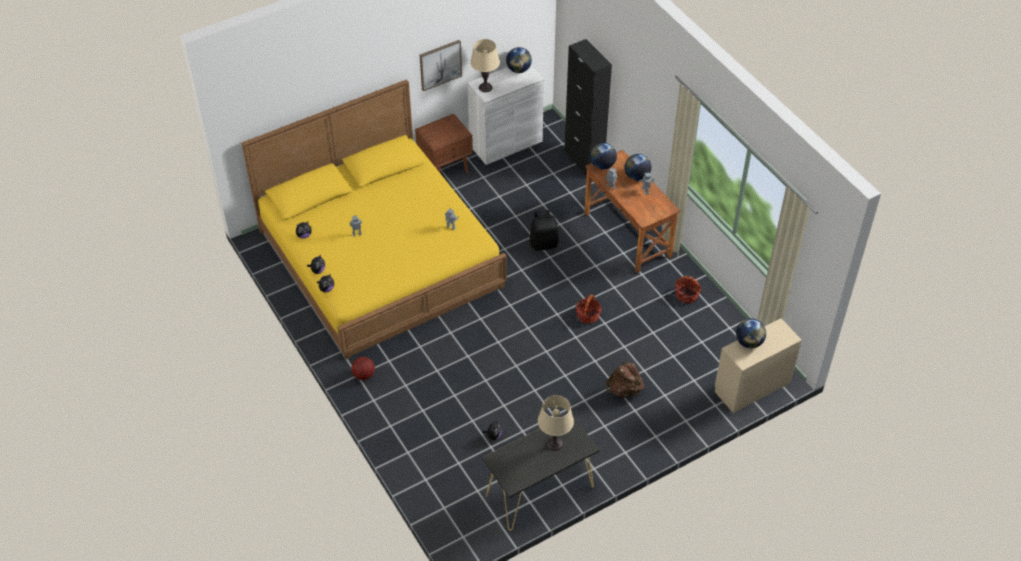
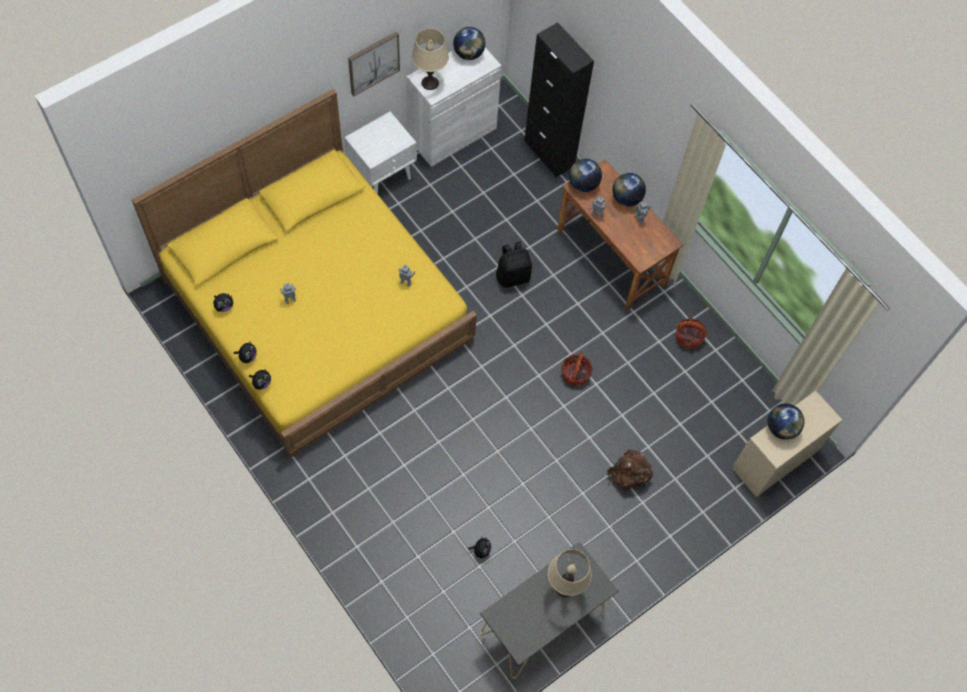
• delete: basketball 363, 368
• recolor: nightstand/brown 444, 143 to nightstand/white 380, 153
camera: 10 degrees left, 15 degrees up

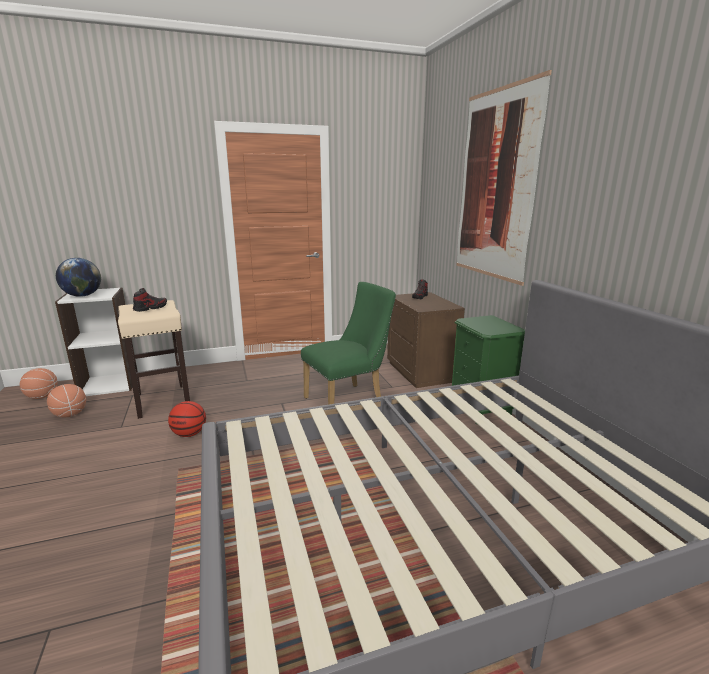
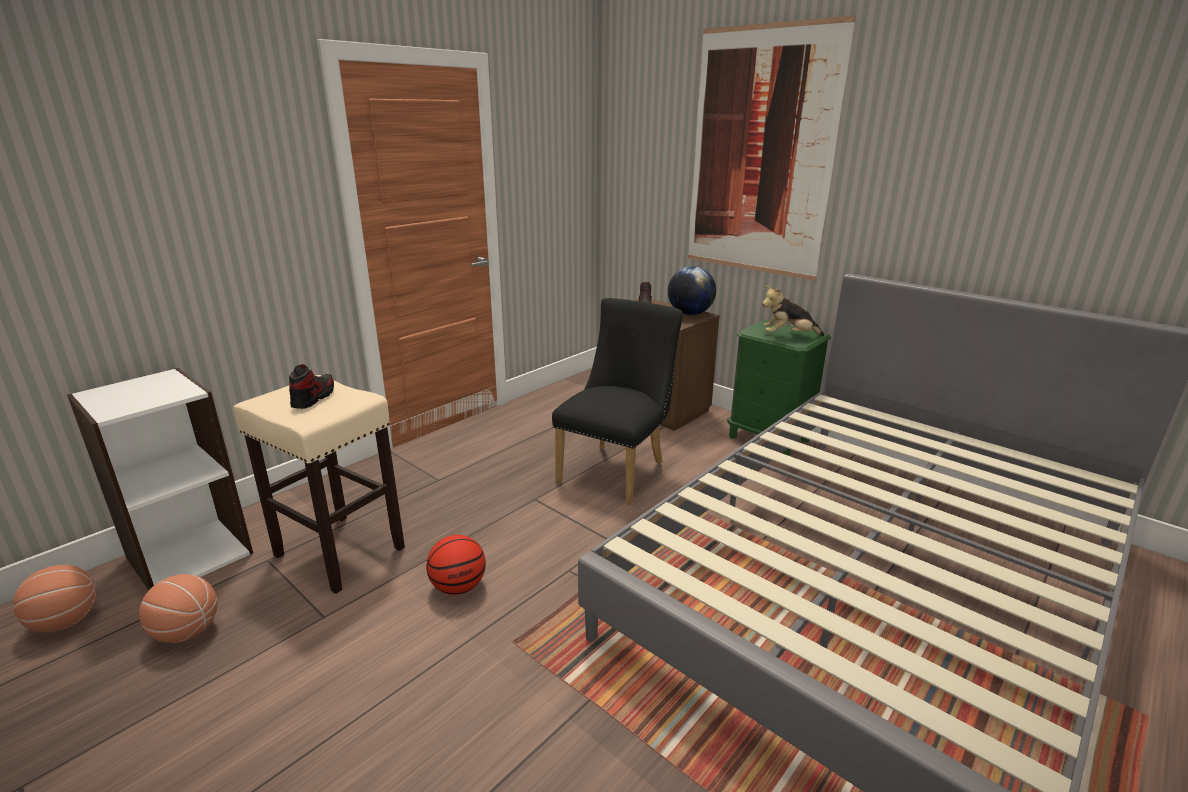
• move: globe 78, 277 to 692, 290
• recolor: chair/green 348, 343 to chair/black 617, 401
• insert: plush toy 793, 311
camera: 30 degrees left, 5 degrees up

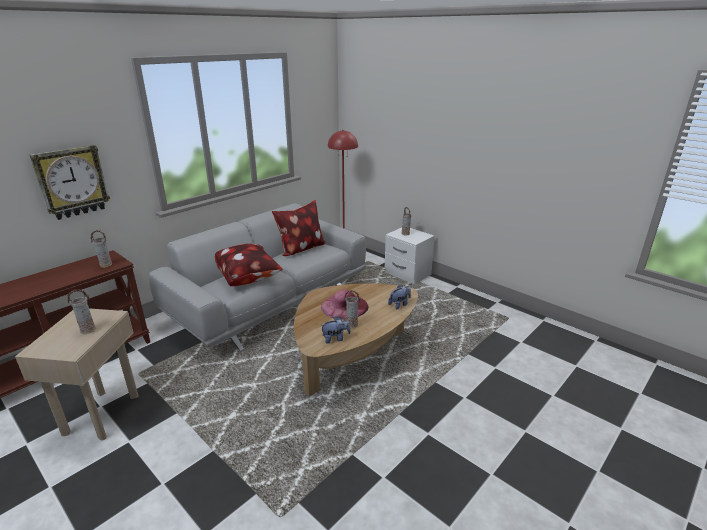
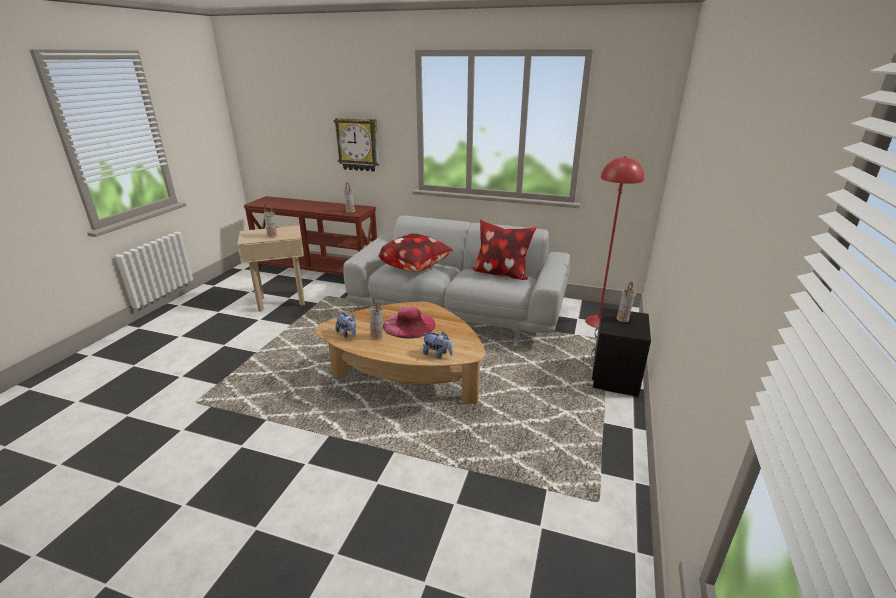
• recolor: nightstand/white 410, 255 to nightstand/black 621, 352
camera: 65 degrees right, 0 degrees up

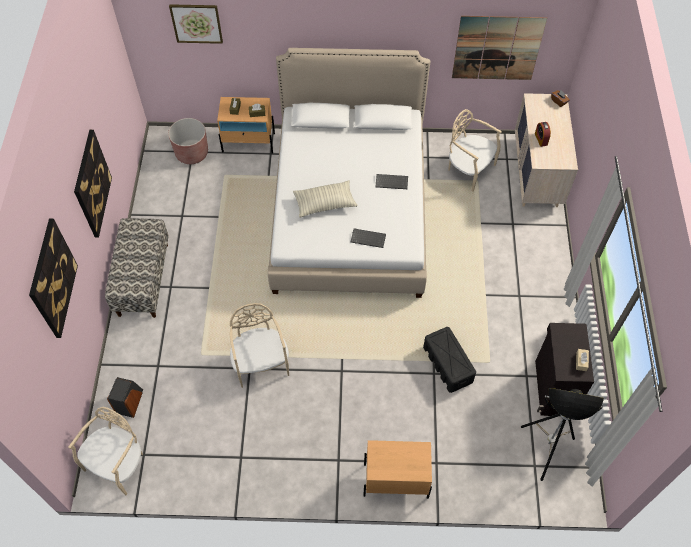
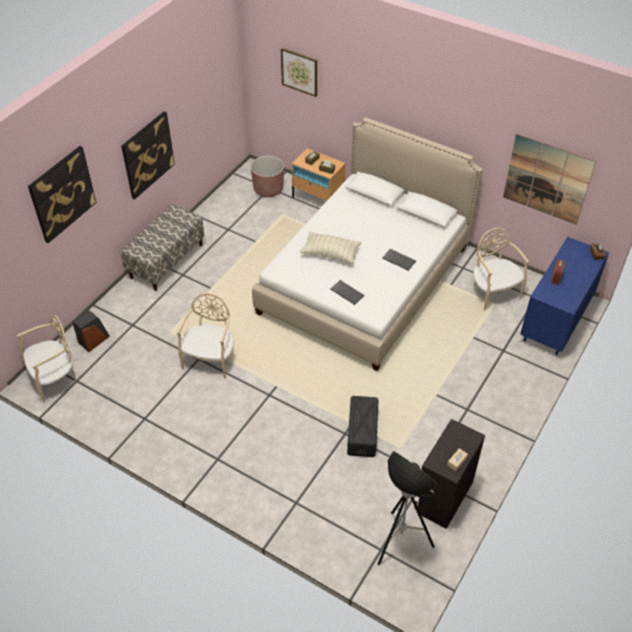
• delete: nightstand/beige 397, 469
• recolor: dresser/beige 546, 150 to dresser/blue 564, 296
camera: 30 degrees right, 10 degrees down

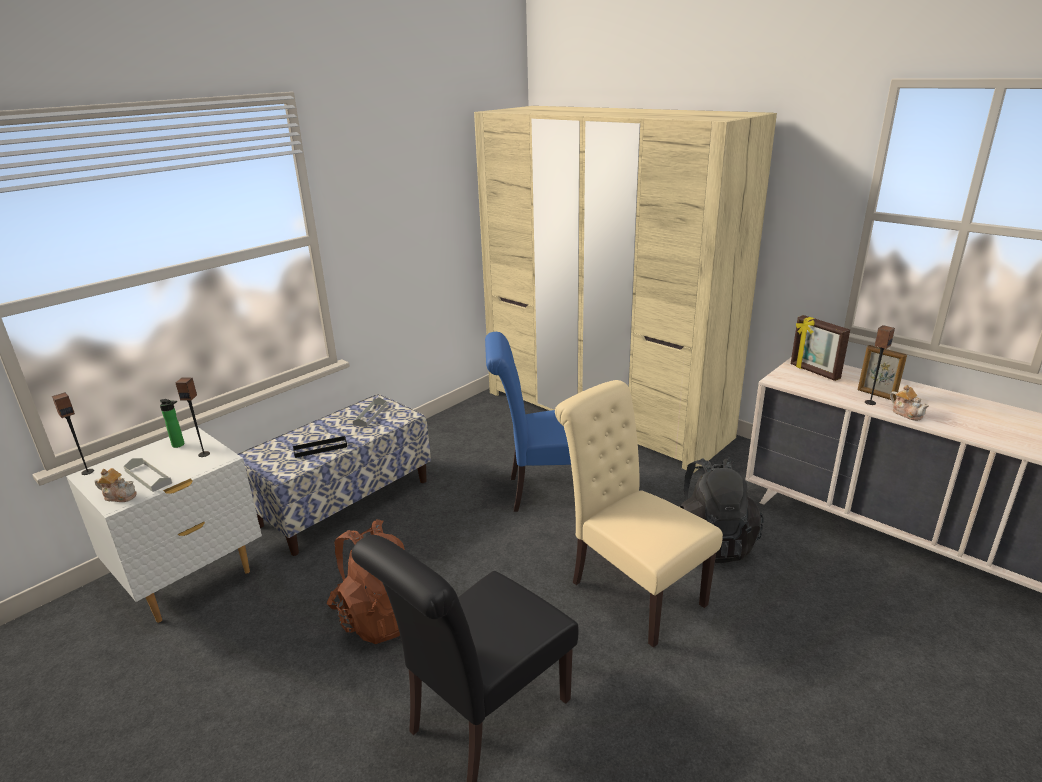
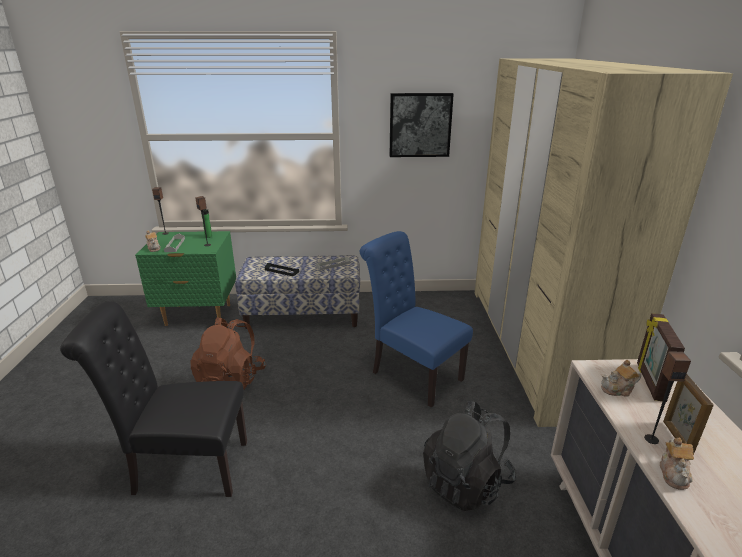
• recolor: nightstand/white 164, 525 to nightstand/green 185, 278
• delete: chair/beige 639, 514
• insert: picture 422, 125
• insert: teapot 621, 378
camera: 45 degrees right, 0 degrees up

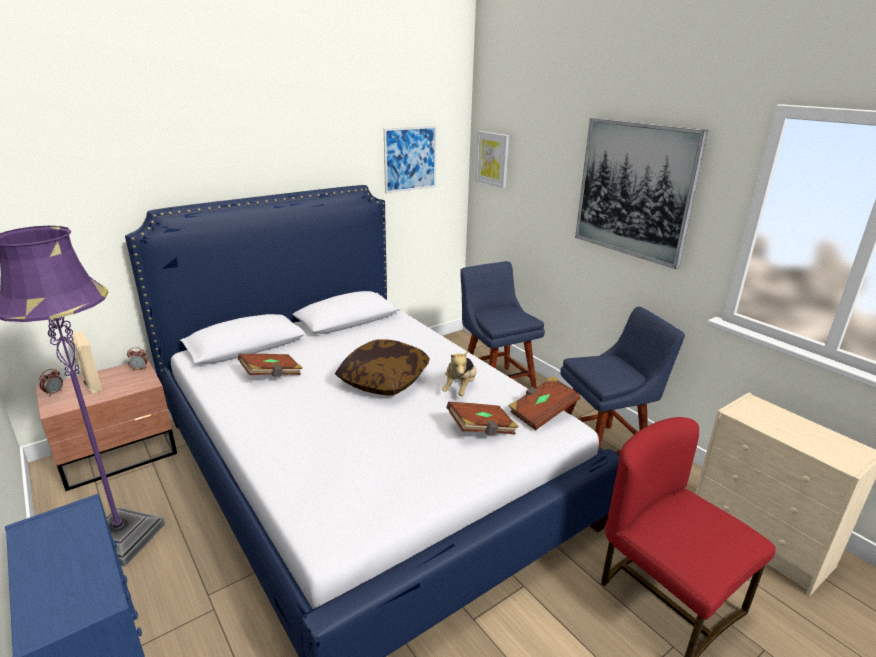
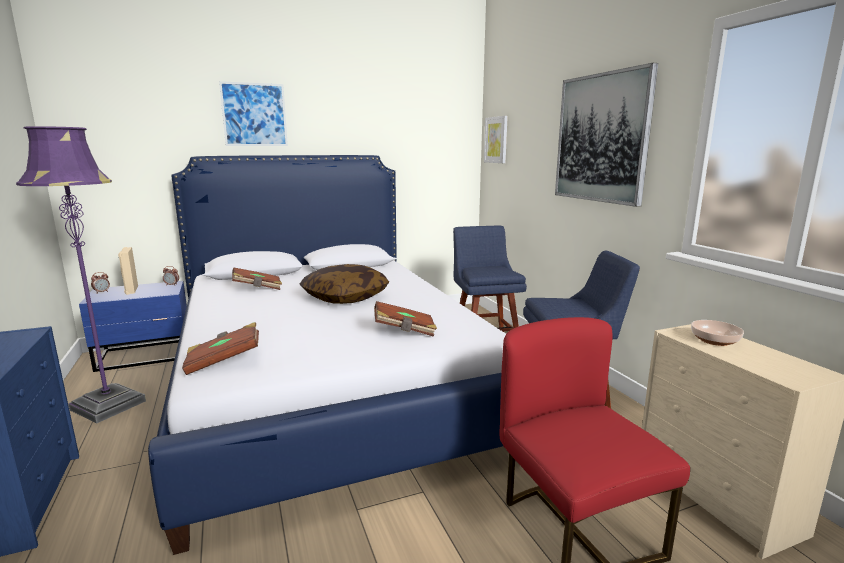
• recolor: nightstand/brown 106, 425 to nightstand/blue 133, 326
• move: picture 410, 159 to 253, 113
• delete: plush toy 459, 373
• move: book/brown 544, 403 to 220, 348
• insert: bowl 717, 333
camera: 15 degrees right, 10 degrees down

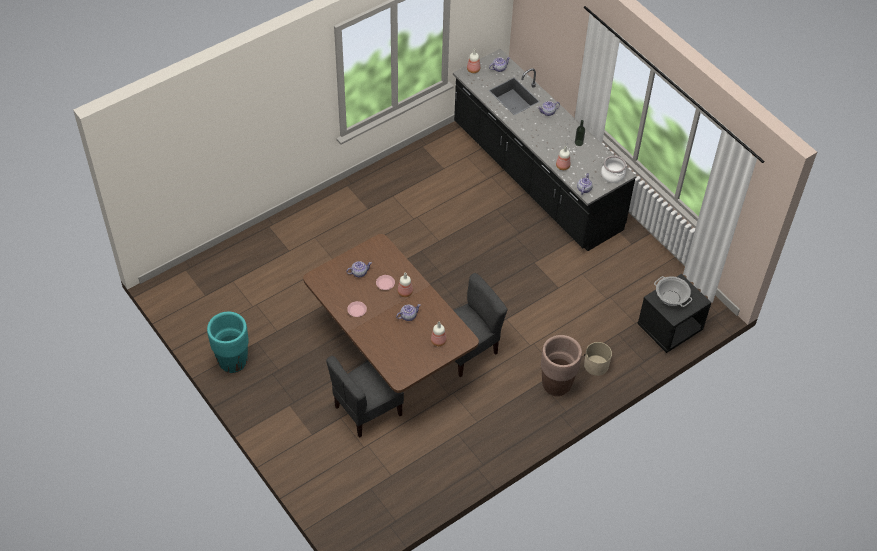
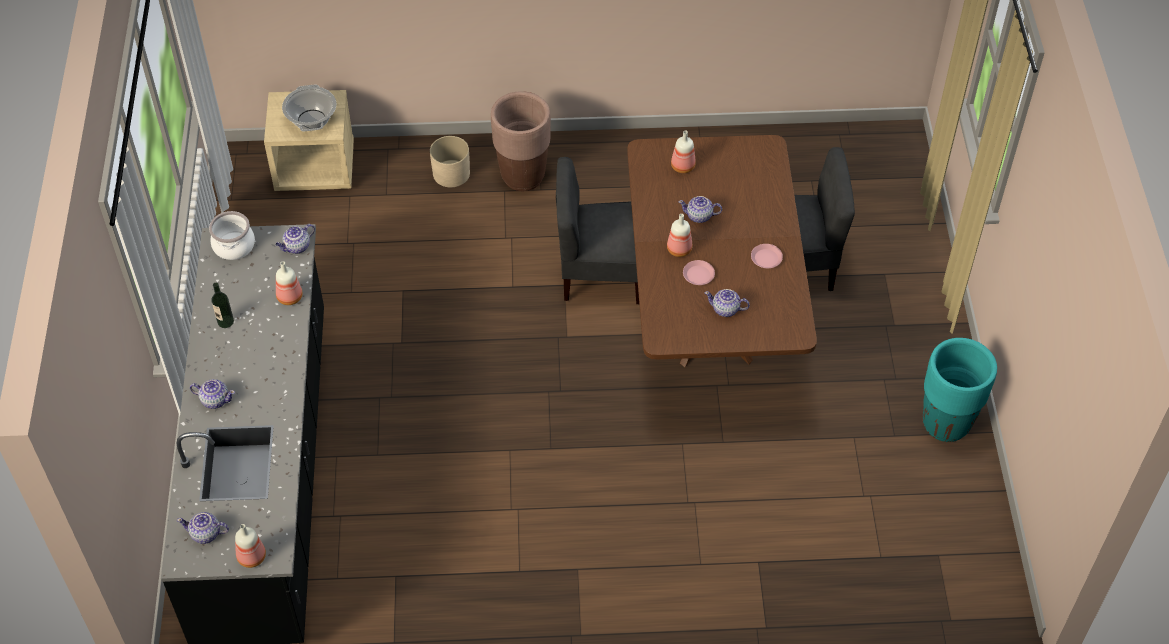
• recolor: nightstand/black 674, 313 to nightstand/beige 309, 140
camera: 145 degrees left, 0 degrees up

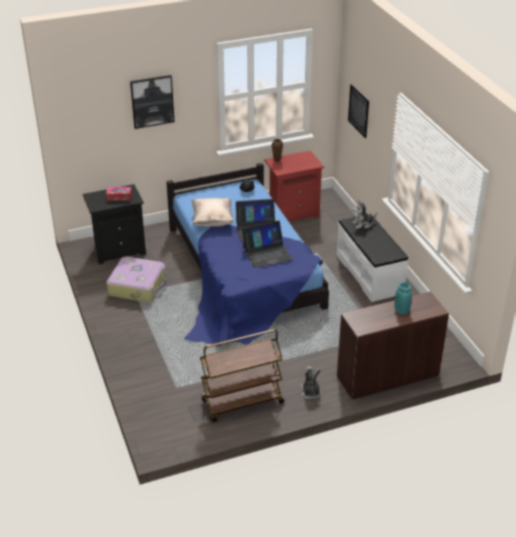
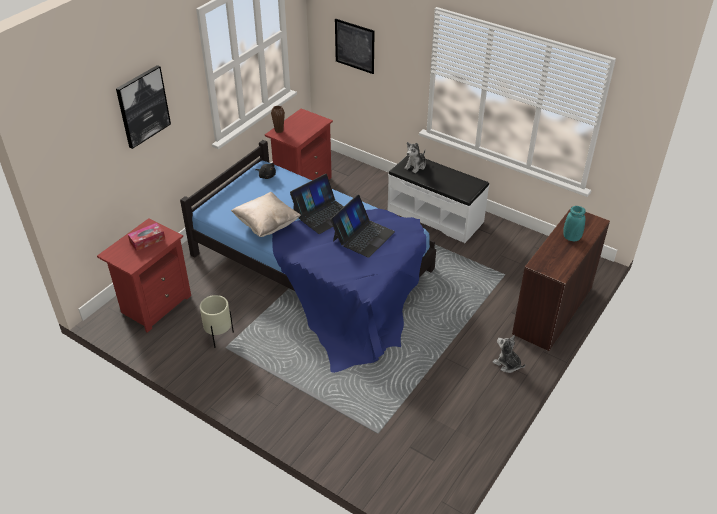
• recolor: nightstand/black 114, 224 to nightstand/red 144, 275
• replace: suitcase 136, 279 to planter/beige 217, 321
• delete: cart/brown 242, 375
camera: 35 degrees left, 5 degrees up

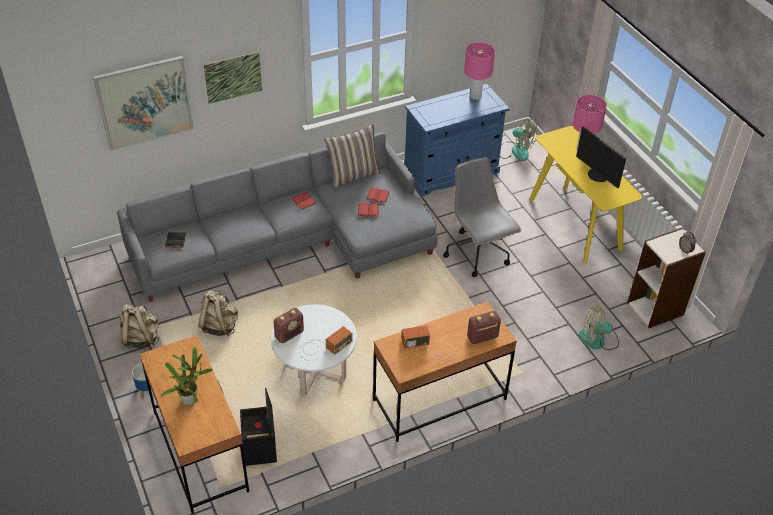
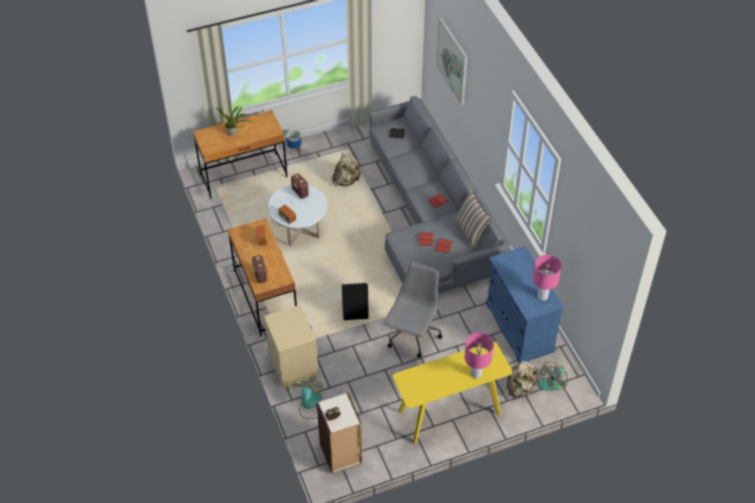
• move: backpack/beige 139, 326 to 522, 379
• delete: picture 233, 78
• move: storage box/black 258, 427 to 355, 301
• rotate: office chair/grey 482, 217 = 412, 310 45 degrees counterclockwise
• delete: monitor 601, 158
• insert: nightstand/beige 291, 346
camera: 95 degrees right, 5 degrees up

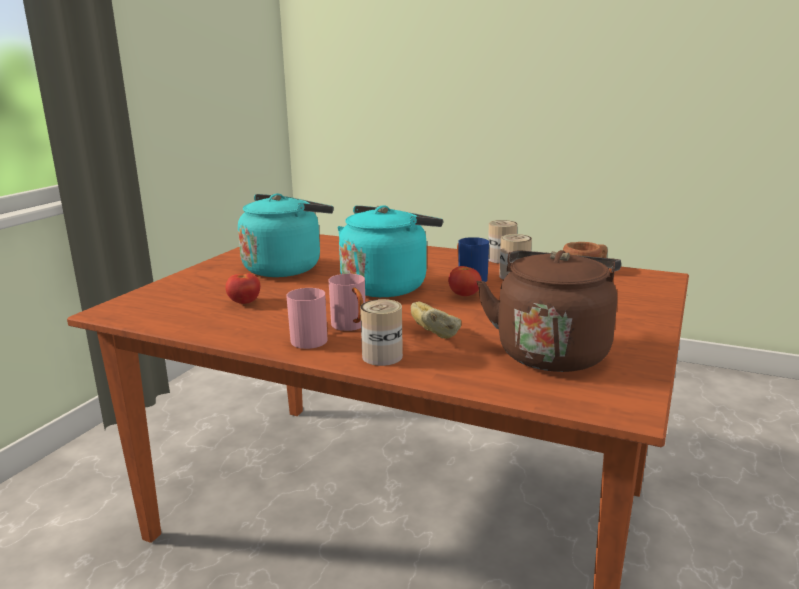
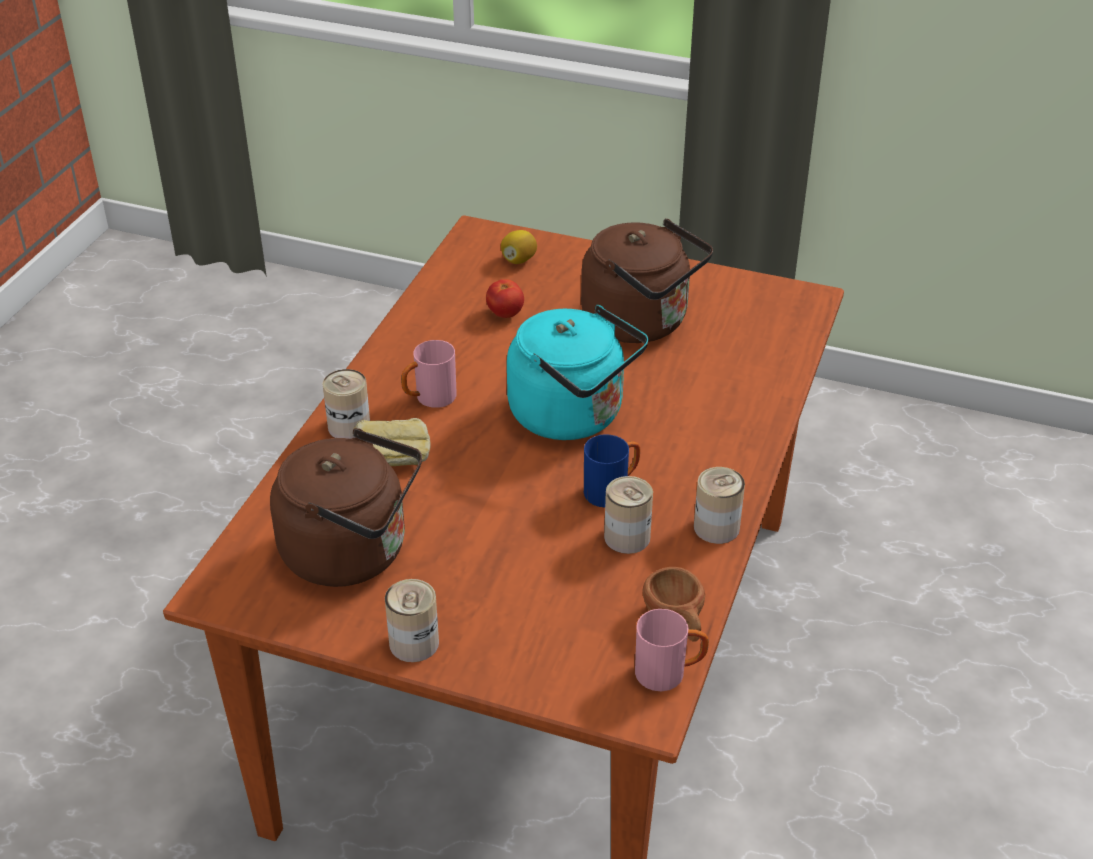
• recolor: kettle/turquoise 285, 235 to kettle/brown 647, 281
• move: mug/pink 307, 318 to 672, 650
• delete: tomato 465, 281
• insert: can 412, 620
• insert: lemon 519, 247
camera: 85 degrees right, 20 degrees up

